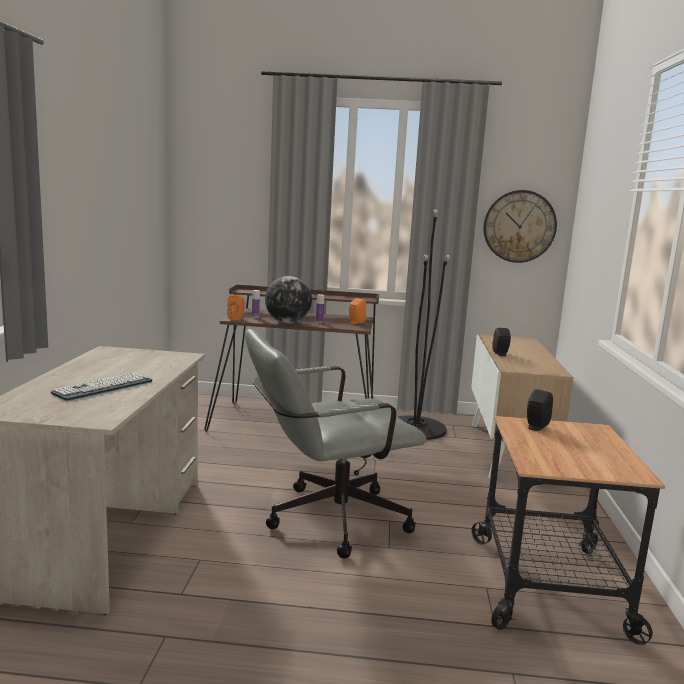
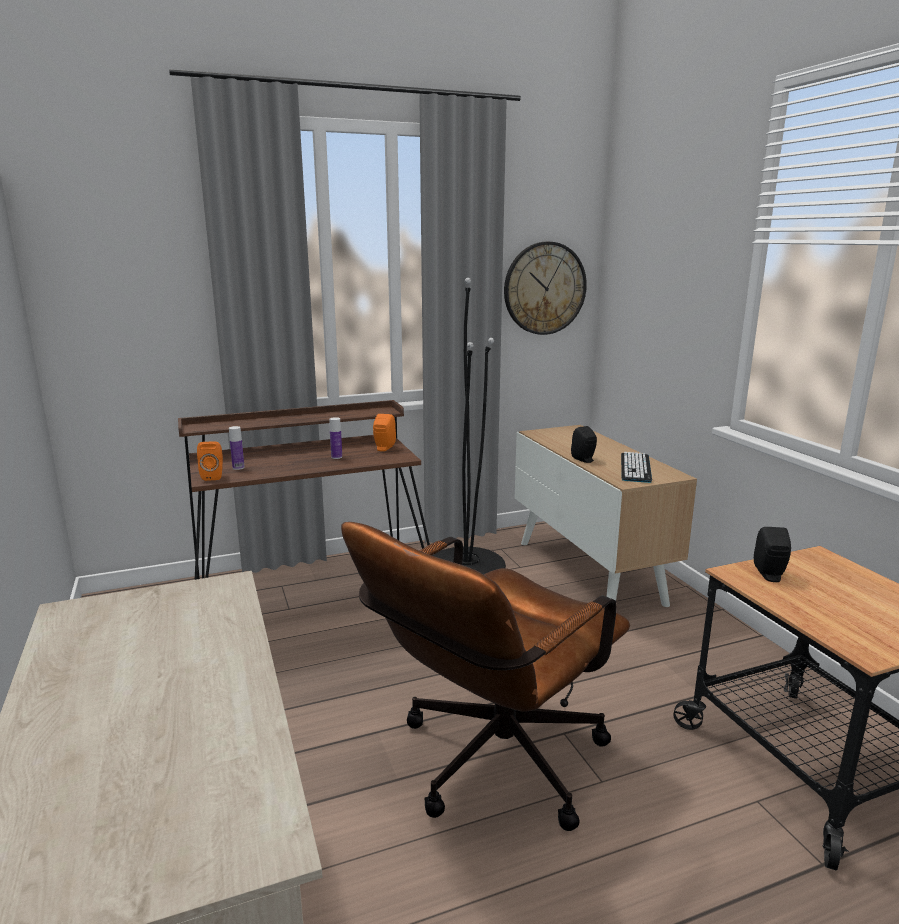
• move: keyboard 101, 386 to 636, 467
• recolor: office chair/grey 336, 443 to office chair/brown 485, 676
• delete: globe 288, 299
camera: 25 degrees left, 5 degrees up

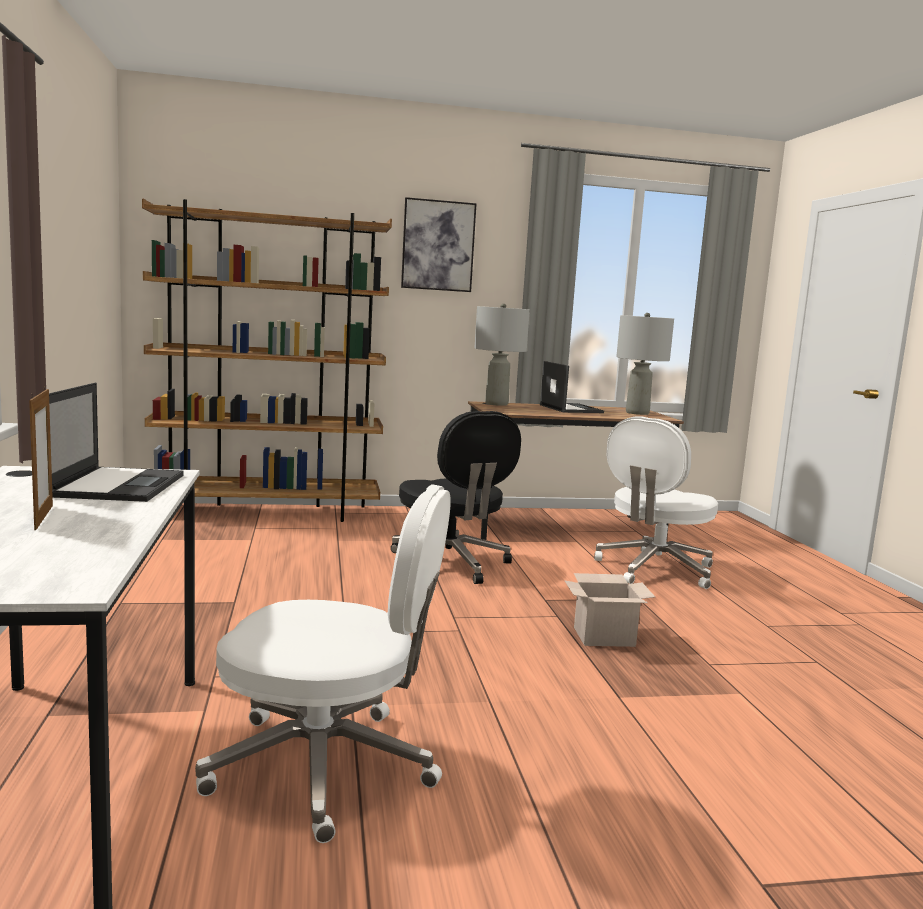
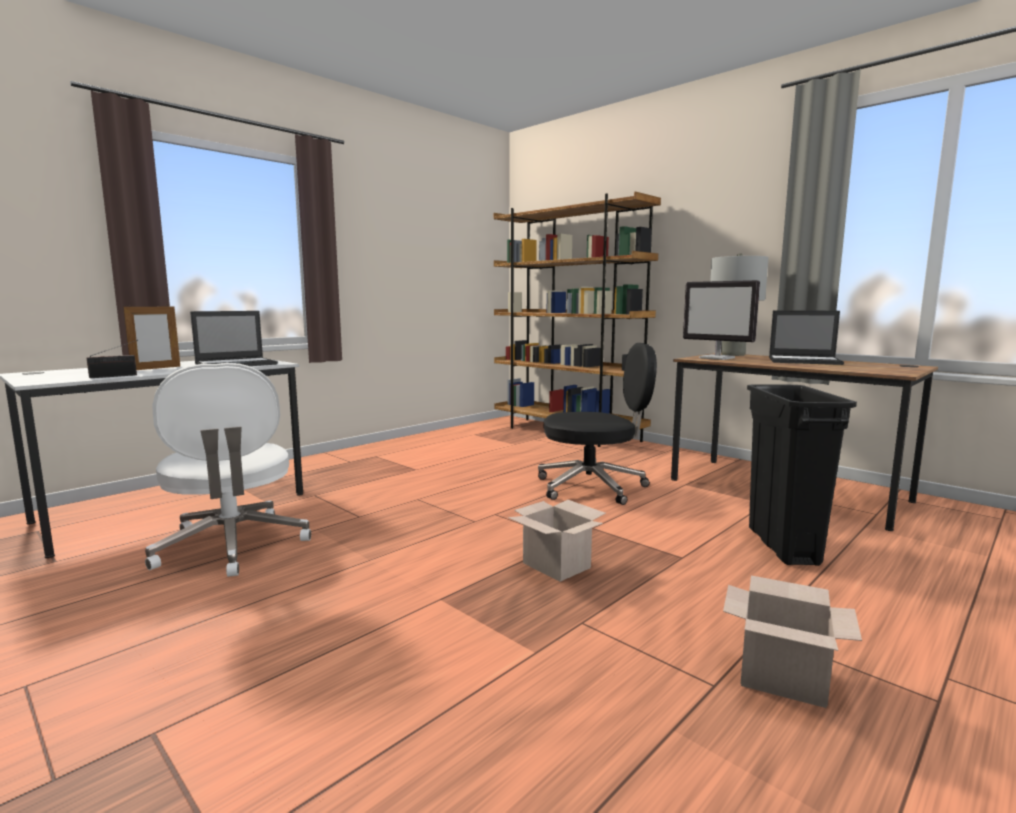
• rotate: office chair/black 456, 497 = 597, 424 120 degrees counterclockwise
• delete: picture 439, 244
• rotate: laptop 572, 387 = 806, 337 75 degrees clockwise
• replace: office chair/white 656, 503 to trash can/black 802, 475
• delete: table lamp/grey 645, 364
• insert: radio 112, 359
• insert: monitor 721, 320
• insert: cardboard box 792, 642
camera: 55 degrees right, 0 degrees up

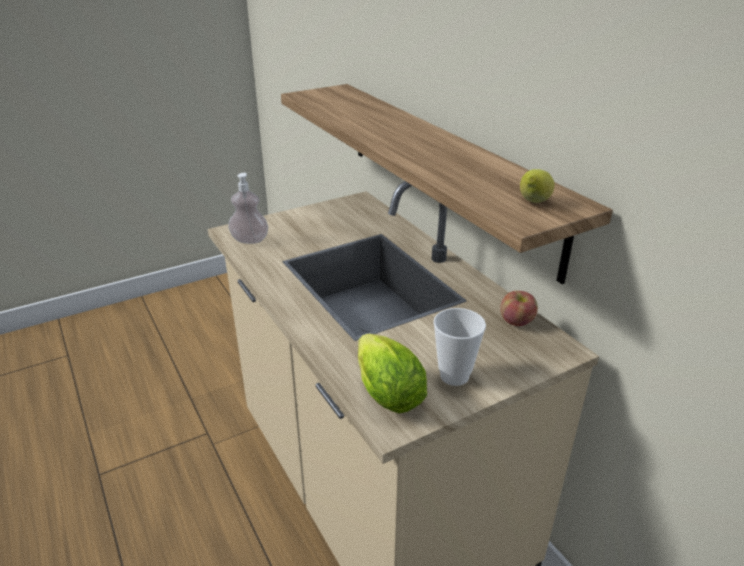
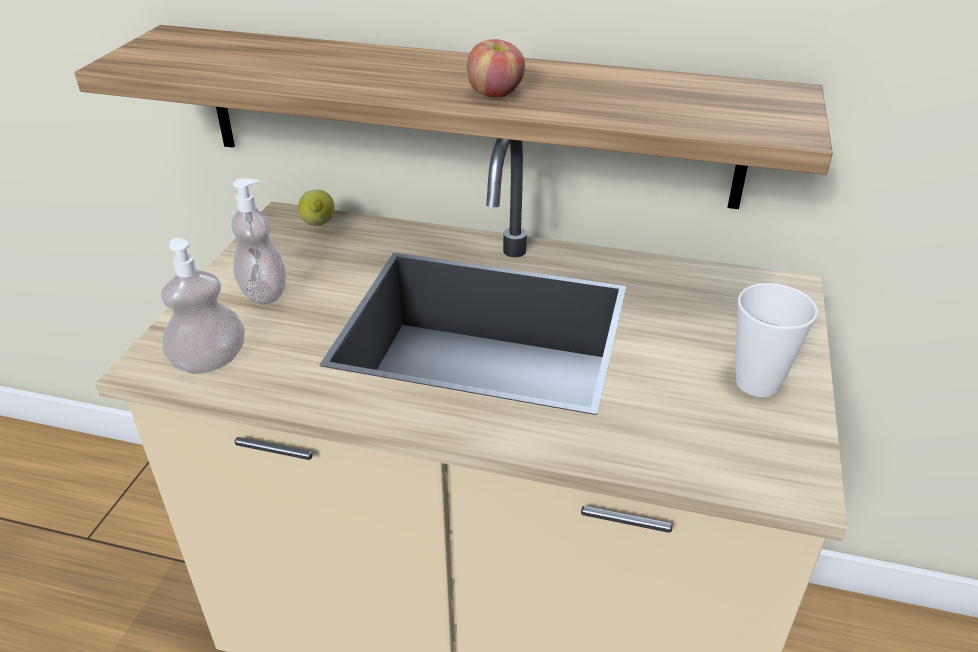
• delete: lettuce 392, 373
• move: apple 519, 308 to 496, 68
• move: lemon 537, 186 to 316, 207
• insert: soap dispenser 258, 241
camera: 45 degrees left, 5 degrees up

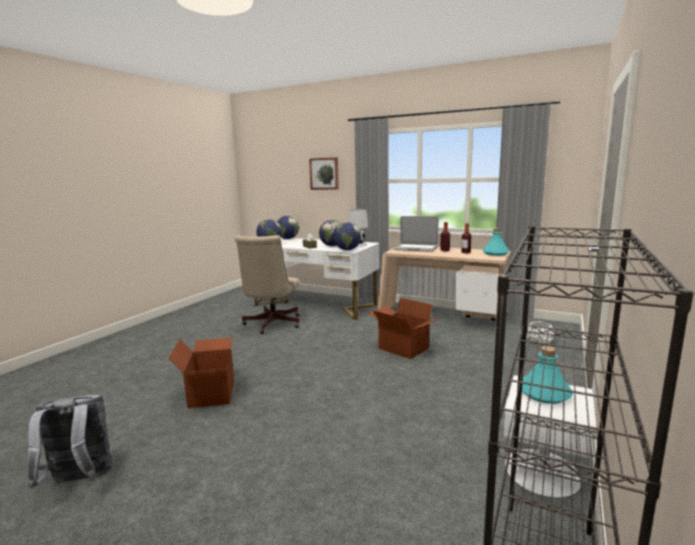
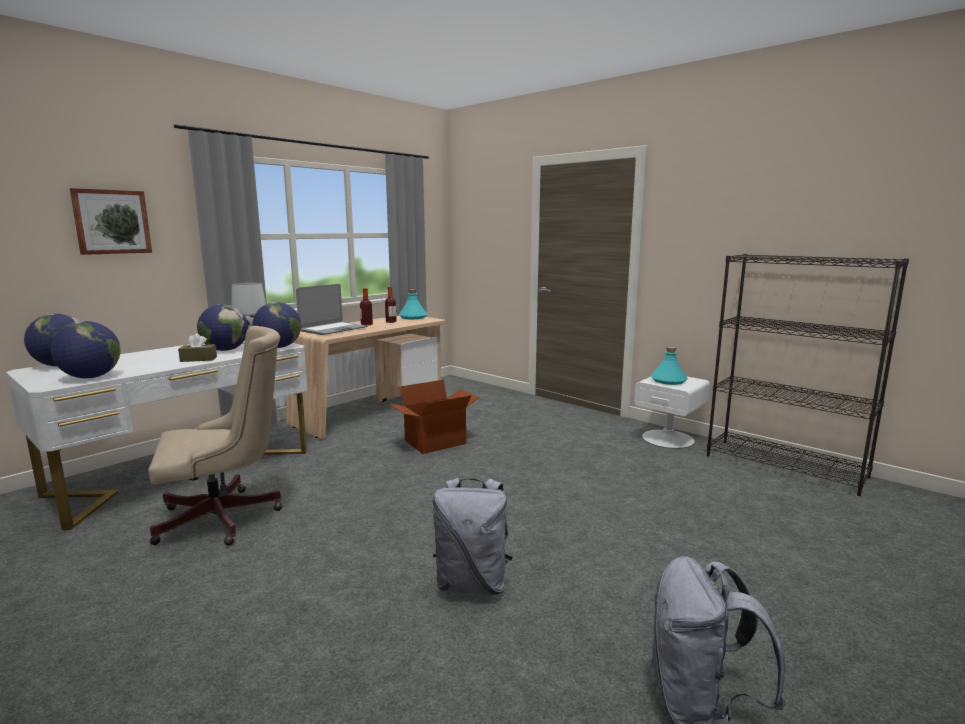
• replace: cardboard box 202, 371 to backpack/grey 473, 536
• rotate: office chair/beige 267, 284 = 215, 436 45 degrees counterclockwise
• delete: planter/white 540, 332
camera: 75 degrees left, 0 degrees up

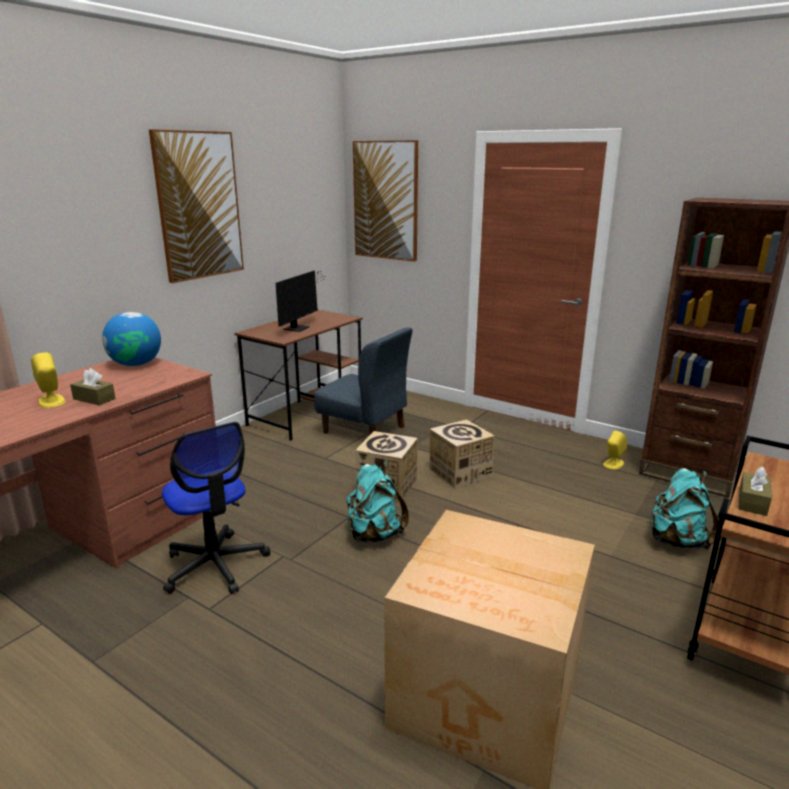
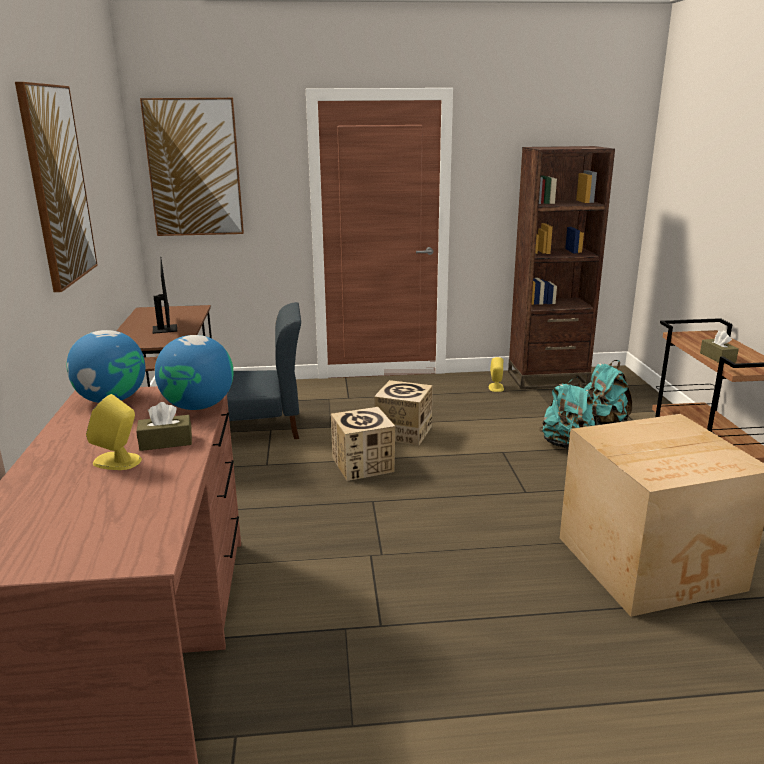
• delete: office chair 216, 508
• move: backpack/turquoise 377, 502 to 567, 412
• insert: globe 194, 372
camera: 40 degrees left, 0 degrees up

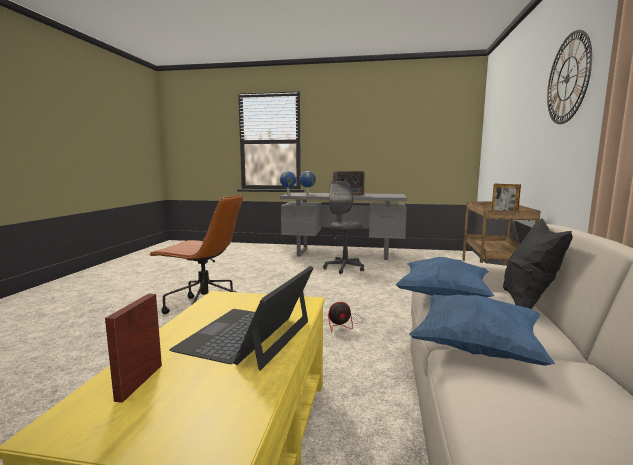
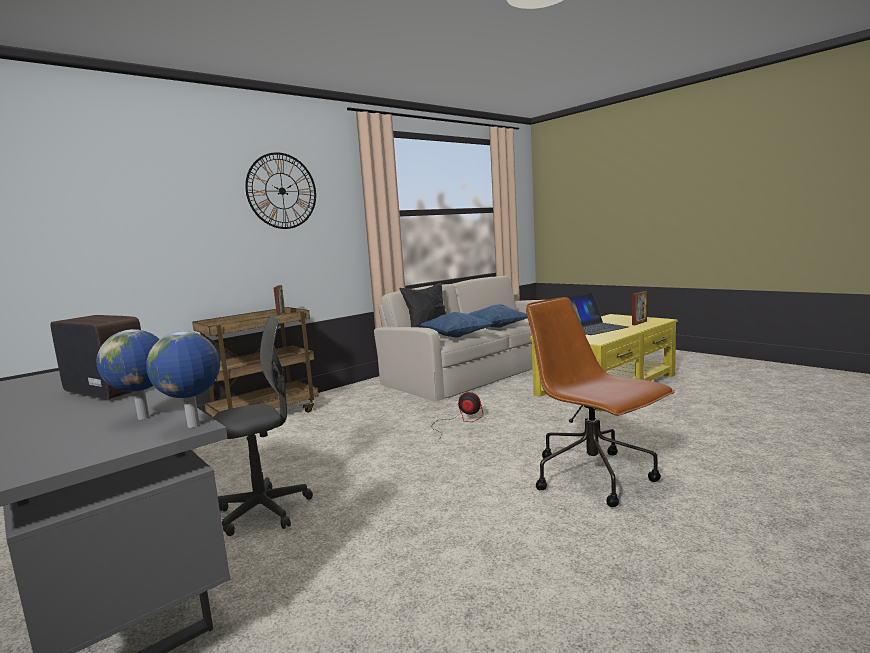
• rotate: office chair/grey 343, 227 = 263, 425 135 degrees counterclockwise
camera: 140 degrees left, 0 degrees up

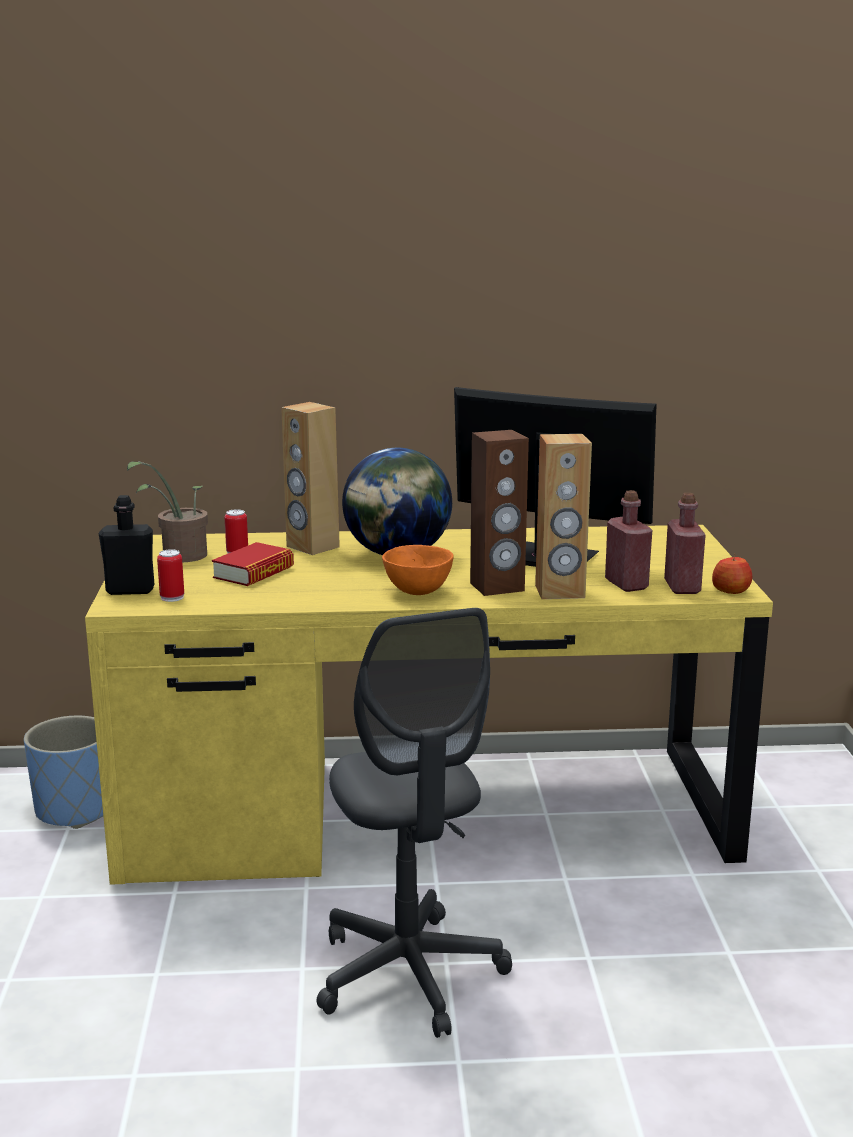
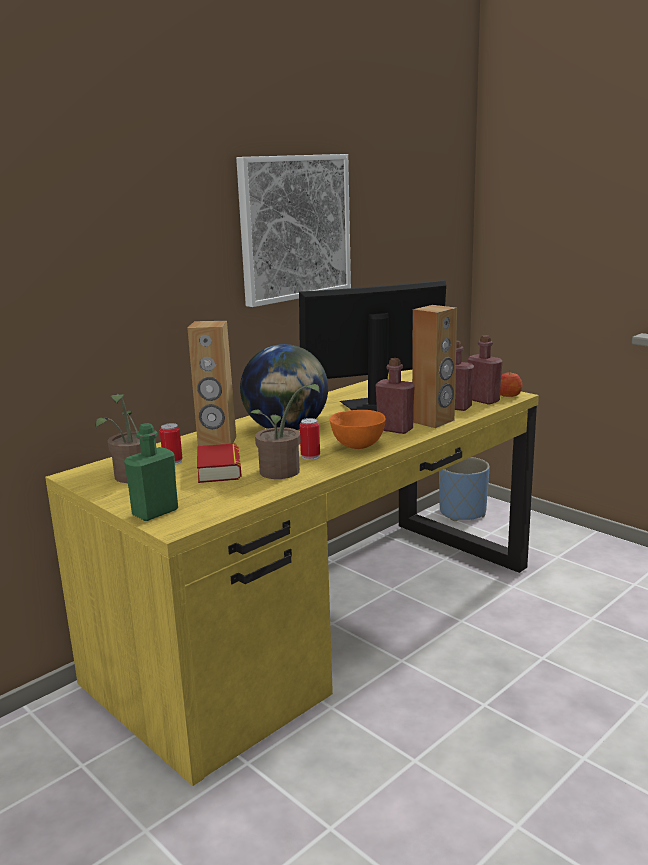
• move: planter/blue 63, 772 to 464, 489
• recolor: bottle/black 126, 545 to bottle/green 151, 472
• move: can 170, 575 to 310, 439
• delete: office chair/grey 414, 823
• replace: speaker/brown 499, 513 to bottle/red 395, 396
• insert: picture 293, 230
• insert: potted plant 285, 431
camera: 40 degrees left, 0 degrees up

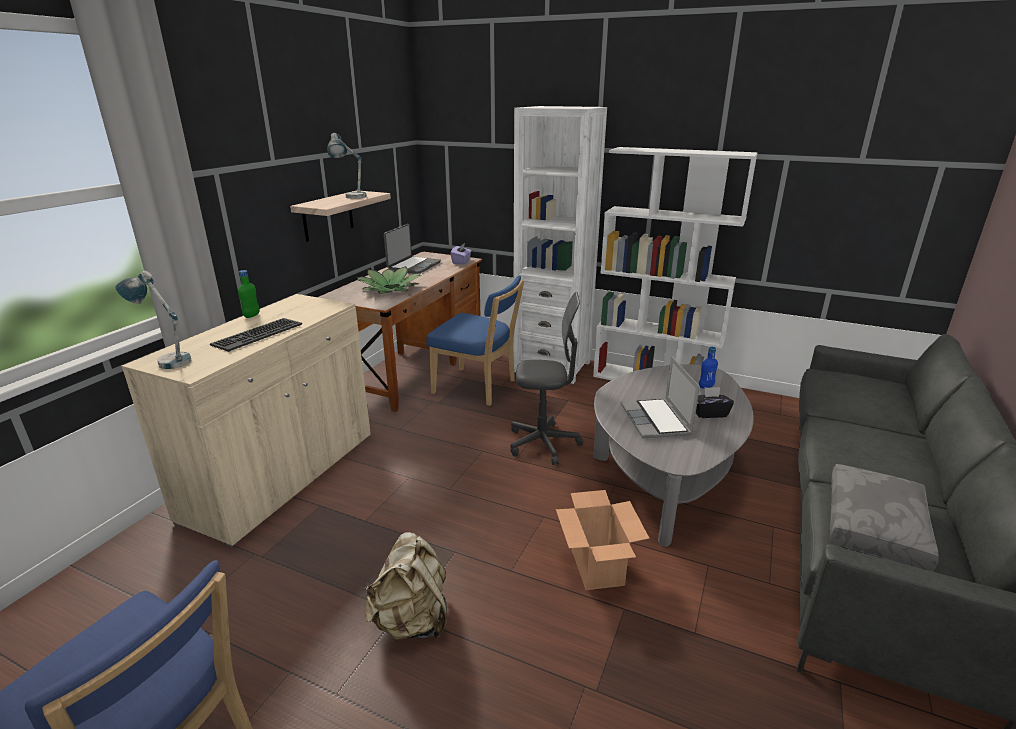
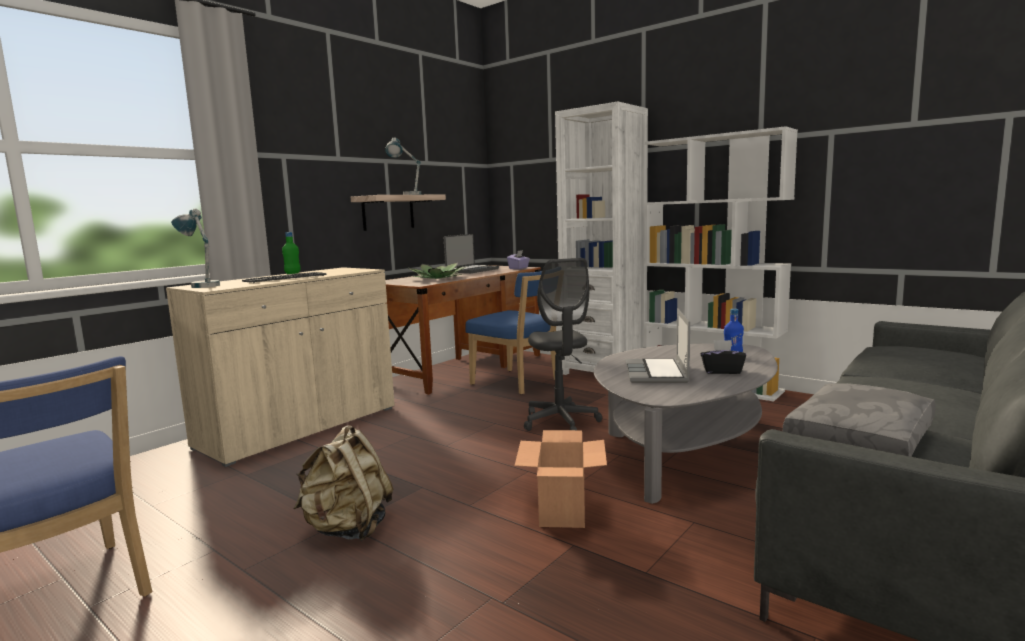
• rotate: office chair/grey 546, 378 = 563, 344 60 degrees clockwise
camera: 15 degrees right, 15 degrees down

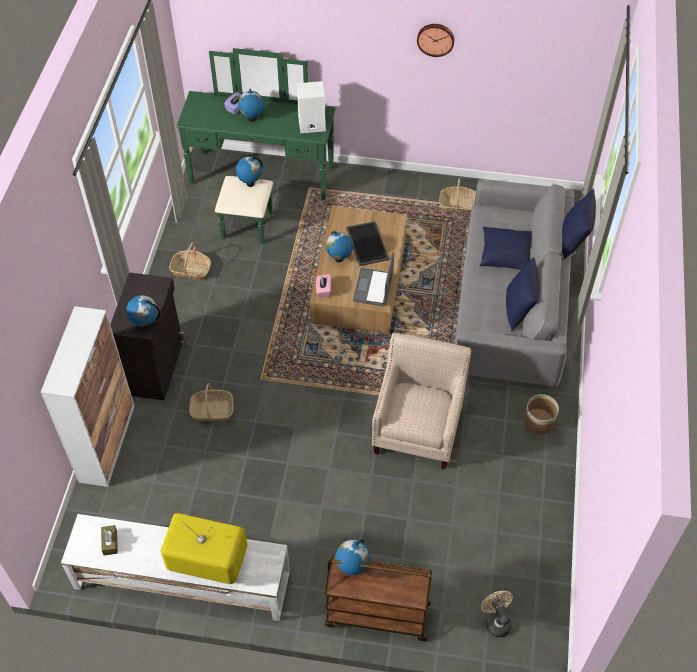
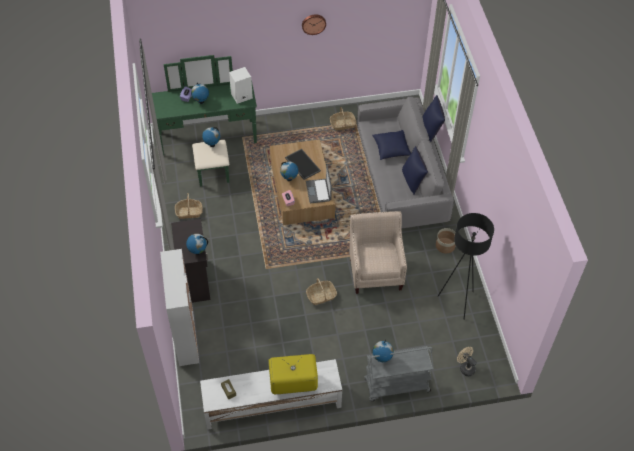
• move: basket 211, 402 to 321, 292
• recolor: cart/brown 378, 598 to cart/grey 399, 374
• insert: floor lamp/black 466, 266
camera: 20 degrees left, 0 degrees up

